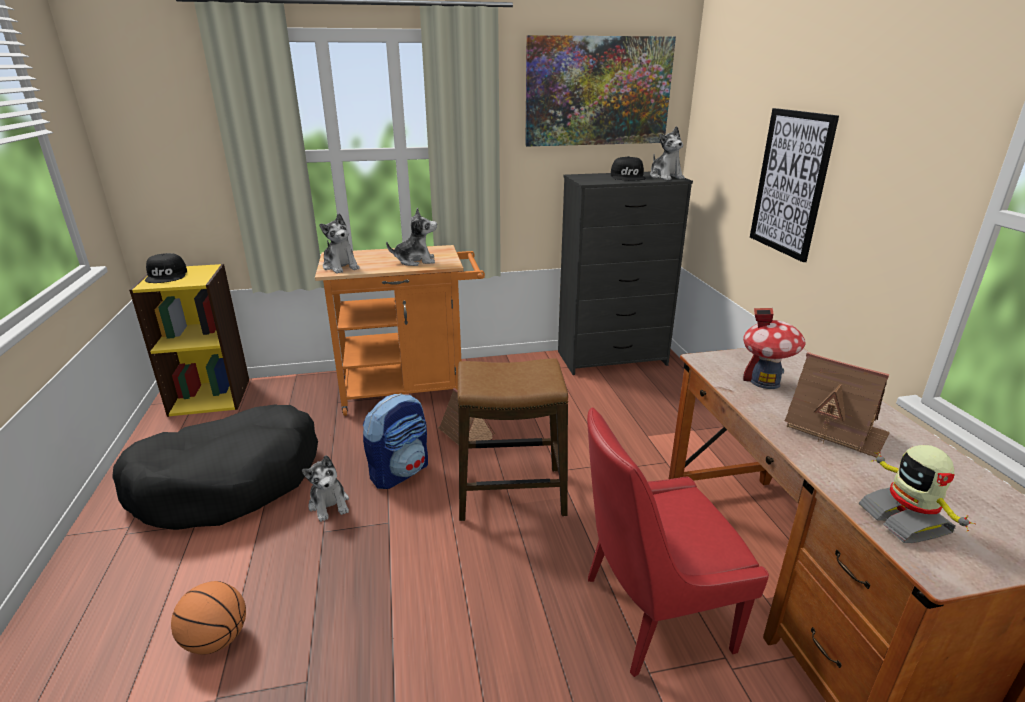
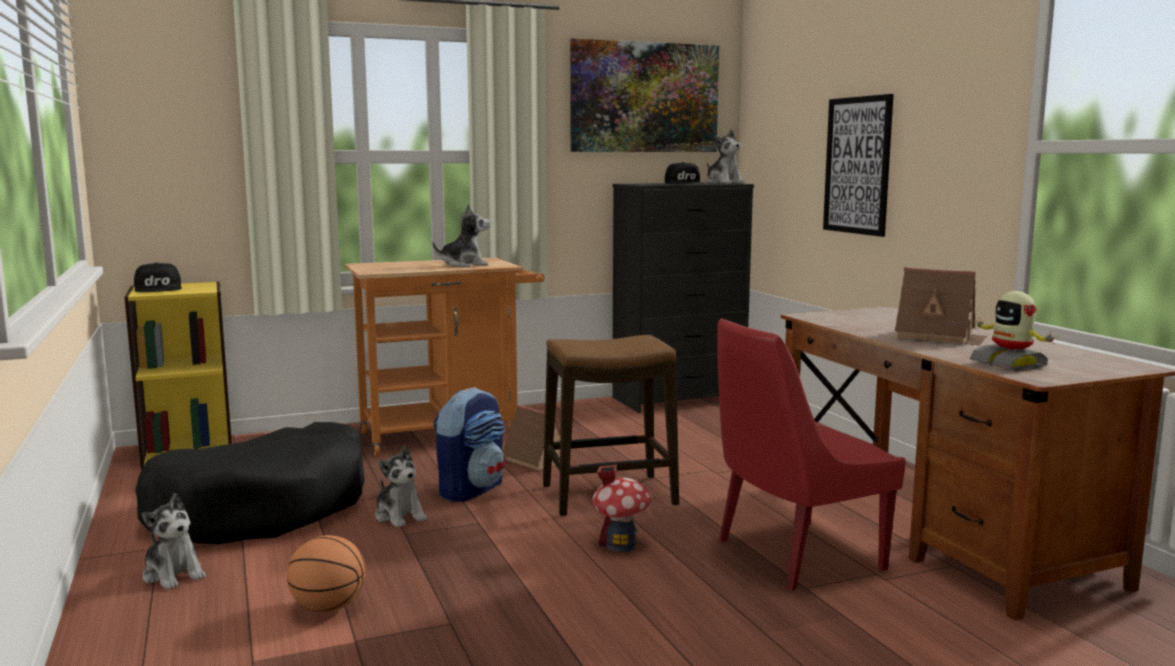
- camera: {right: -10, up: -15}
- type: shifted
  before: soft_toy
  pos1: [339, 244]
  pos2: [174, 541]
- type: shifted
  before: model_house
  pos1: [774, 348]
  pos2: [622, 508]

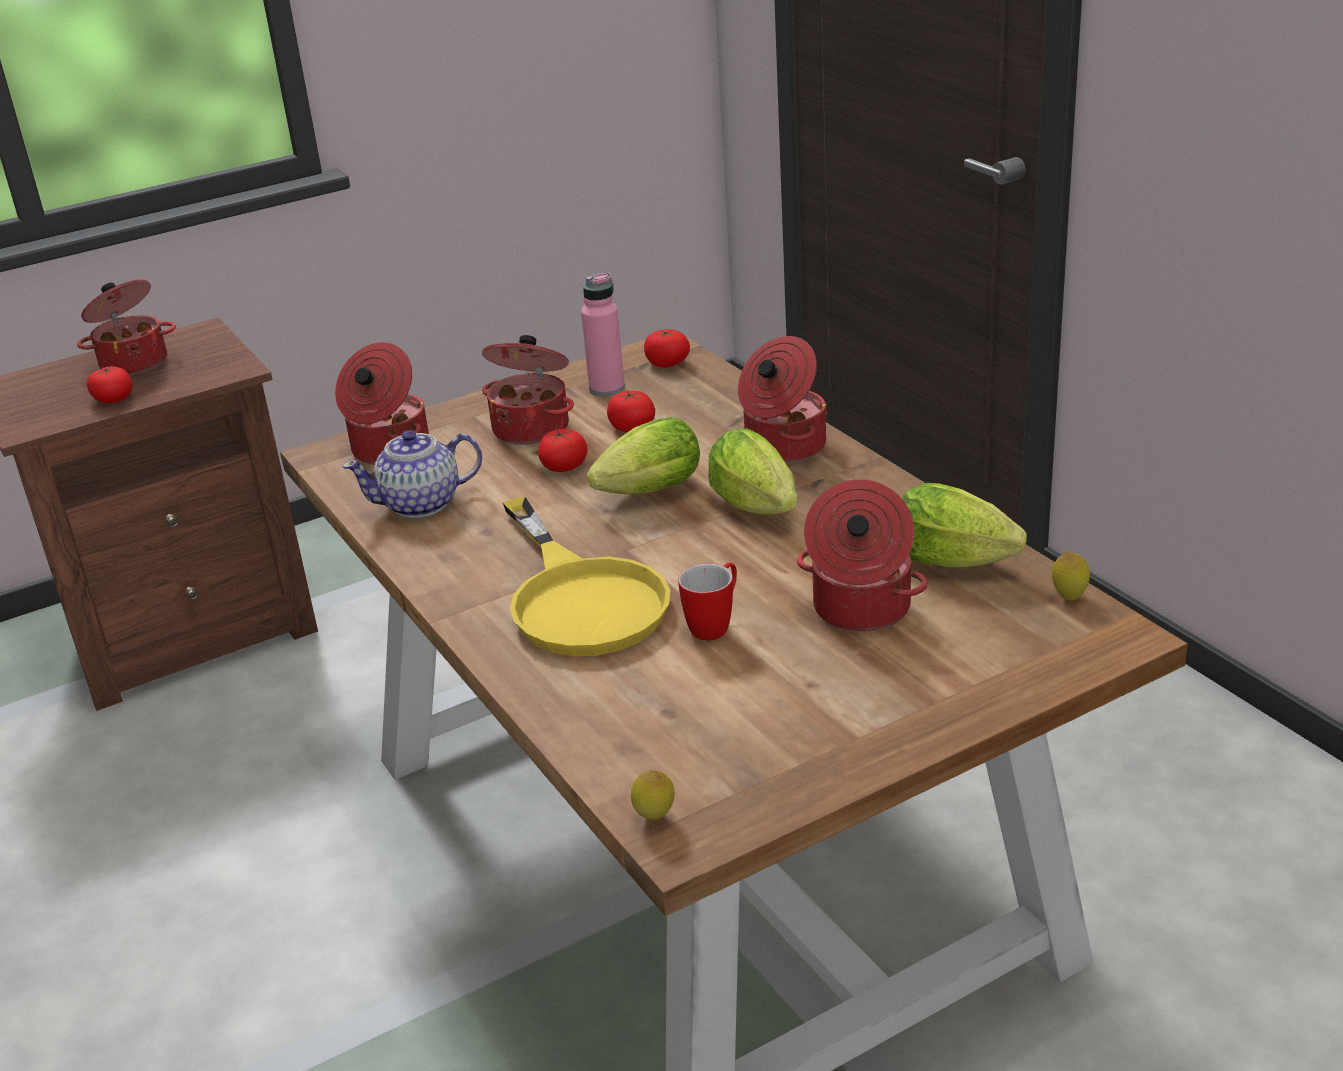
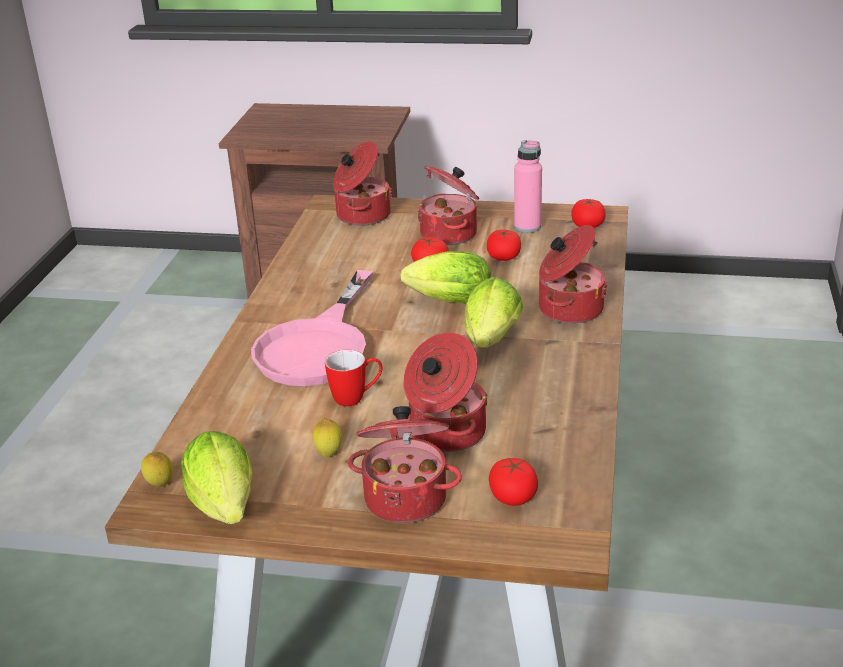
- camera: {right: 40, up: 0}
- type: shifted
  before: lettuce_head
  pos1: [964, 525]
  pos2: [216, 477]
- type: repainted
  before: yellow-coloured_pan
  after: pink_pan
  pos1: [586, 576]
  pos2: [312, 328]
- type: shifted
  before: citrus_fruit
  pos1: [1071, 576]
  pos2: [327, 437]
- type: shifted
  before: saucepot
  pos1: [126, 327]
  pos2: [405, 464]
- type: shifted
  before: whole_tomato
  pos1: [109, 384]
  pos2: [513, 482]
- type: gone
  before: tea_pot
  pos1: [412, 474]

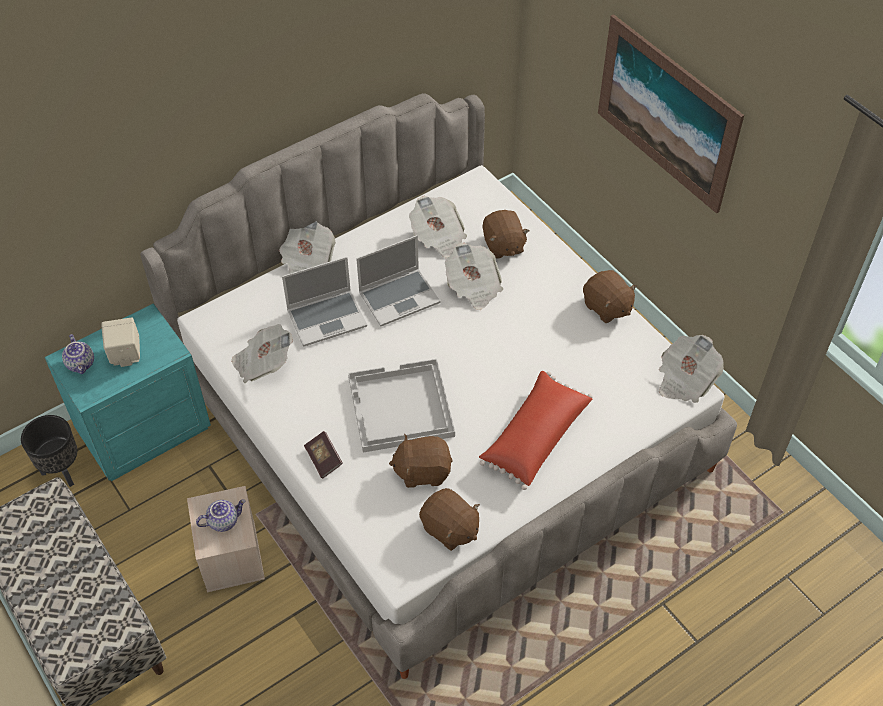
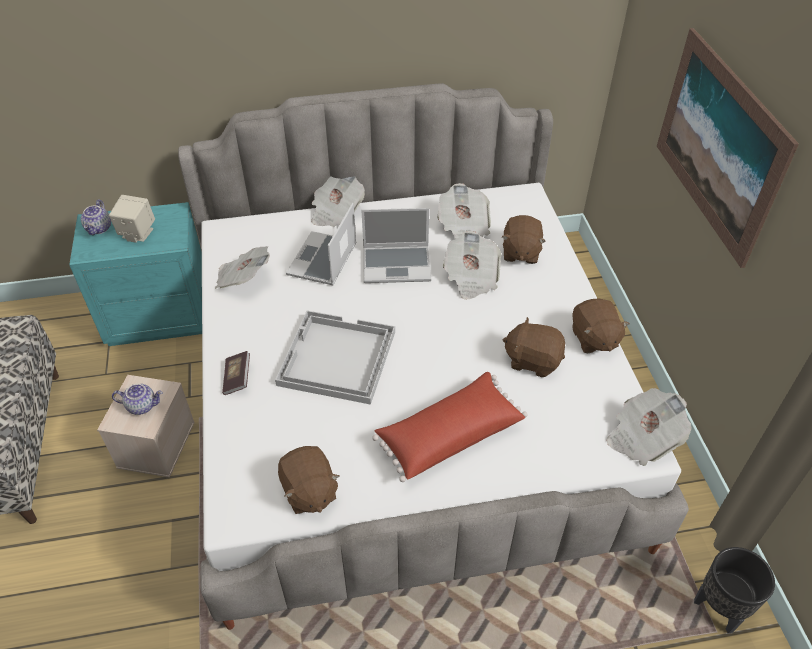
- camera: {right: 25, up: -5}
- type: rotated
  before: laptop
  pos1: [324, 302]
  pos2: [321, 244]
  turn: 105
- type: shifted
  before: brownish_soft_toy
  pos1: [421, 461]
  pos2: [533, 347]
- type: shifted
  before: black_plant_pot
  pos1: [49, 451]
  pos2: [734, 590]

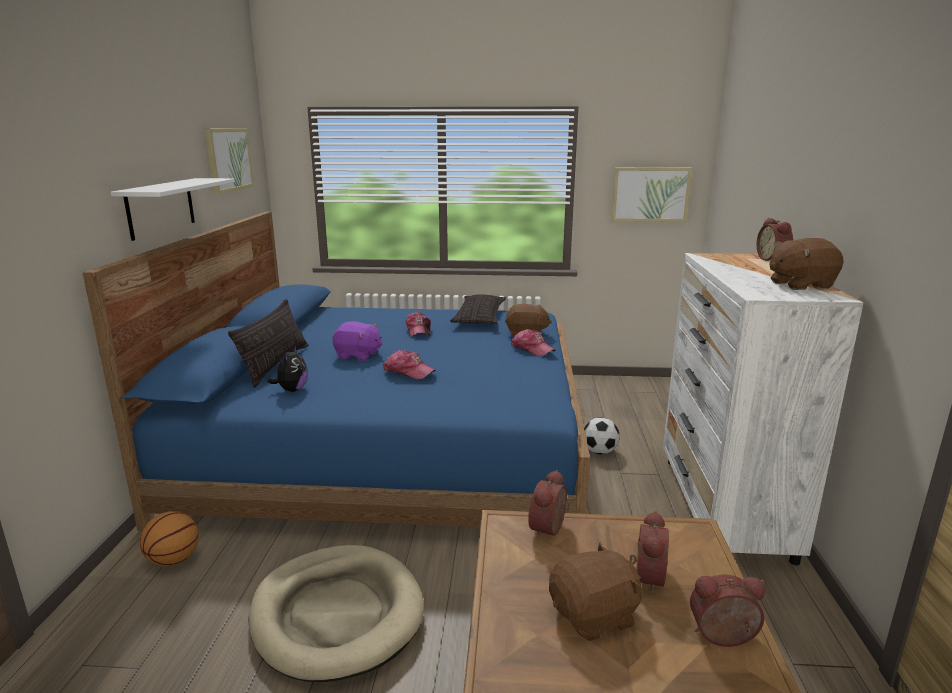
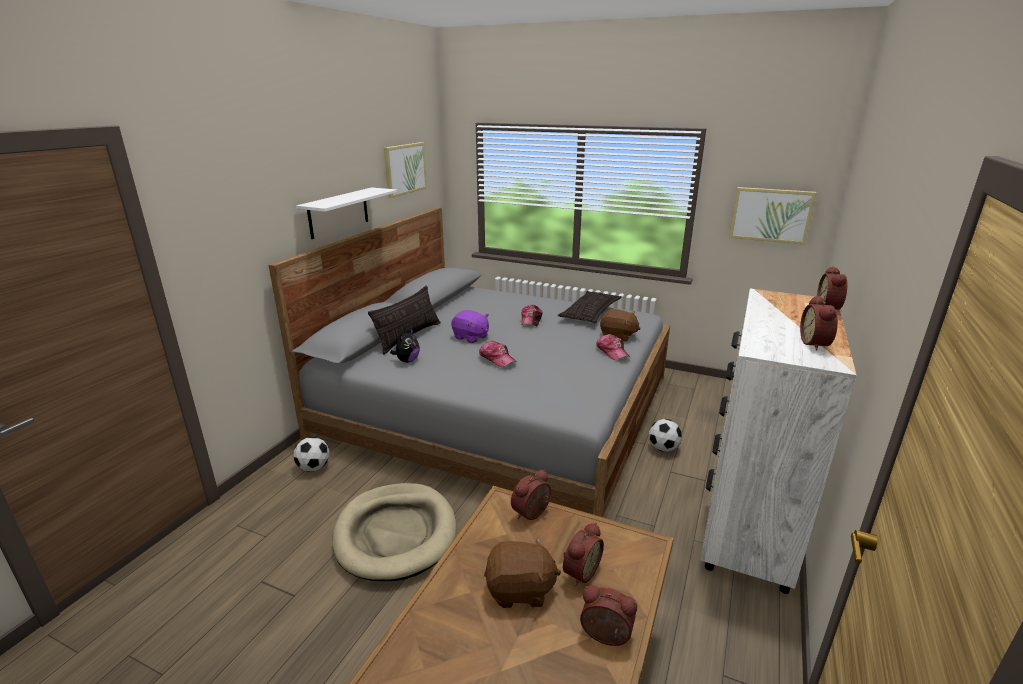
- camera: {right: 20, up: 5}
- type: repainted
  before: bluish_sleeping_bed
  after: grey_sleeping_bed
  pos1: [336, 371]
  pos2: [469, 362]
- type: swapped
  before: basketball
  after: football_ball
  pos1: [169, 538]
  pos2: [311, 454]
- type: swapped
  before: brownish_soft_toy
  after: table_clock
  pos1: [806, 264]
  pos2: [819, 323]

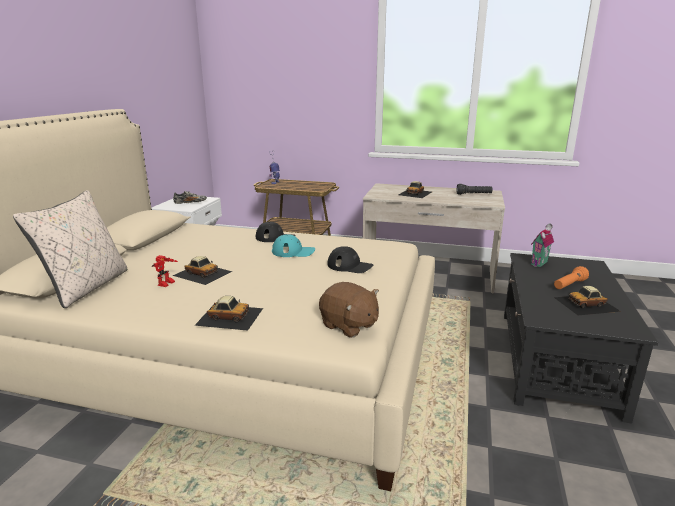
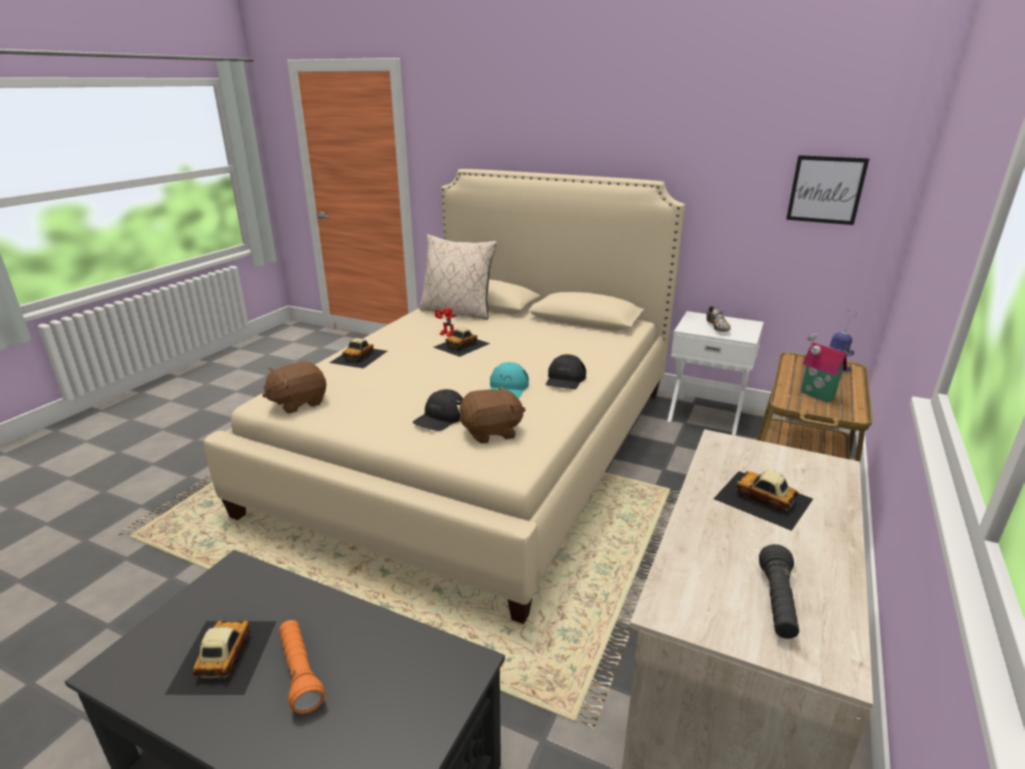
- camera: {right: 100, up: 5}
- type: new
  after: brownish_soft_toy
  pos2: [492, 414]
- type: new
  after: wall_art
  pos2: [827, 190]
- type: shifted
  before: model_house
  pos1: [542, 245]
  pos2: [824, 367]

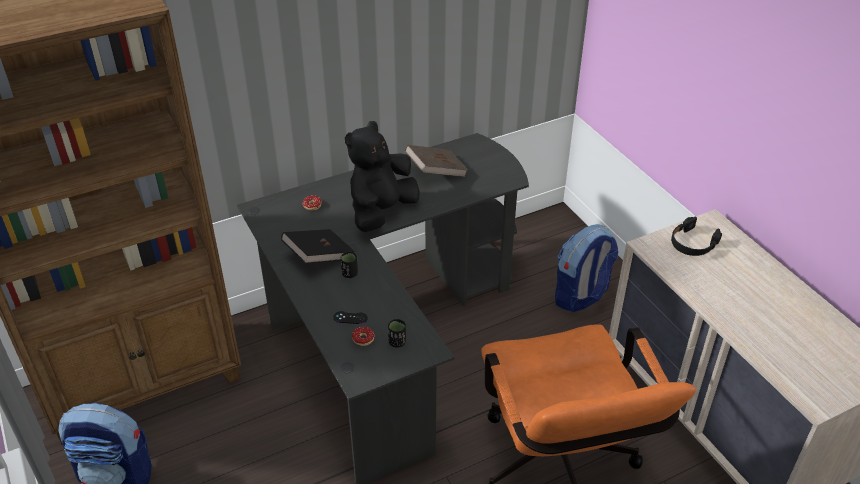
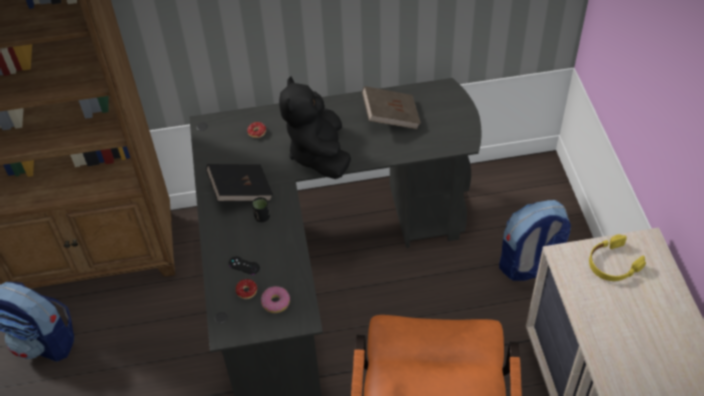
- camera: {right: 20, up: 10}
- type: swapped
  before: black_small_cup
  after: doughnut
  pos1: [397, 333]
  pos2: [275, 299]
- type: rotated
  before: black_soft_toy
  pos1: [382, 176]
  pos2: [315, 127]
  turn: -60
- type: repainted
  before: black_pair_of_headphones
  after: yellow-coloured_pair_of_headphones
  pos1: [696, 236]
  pos2: [617, 257]

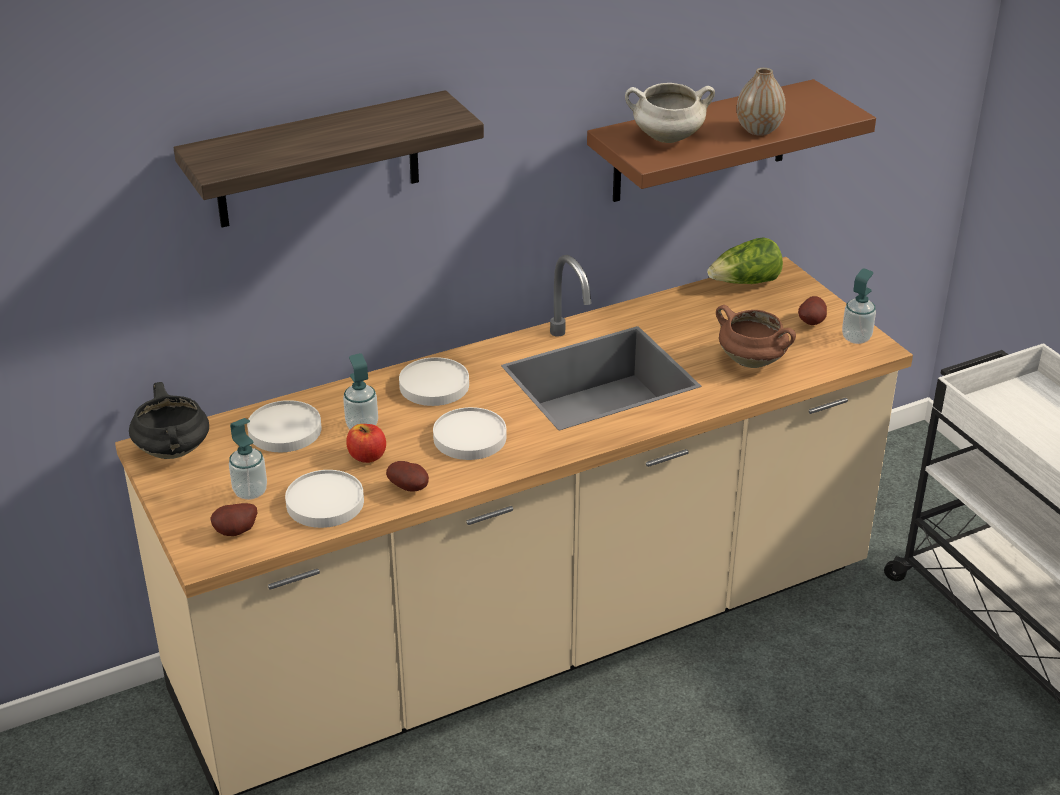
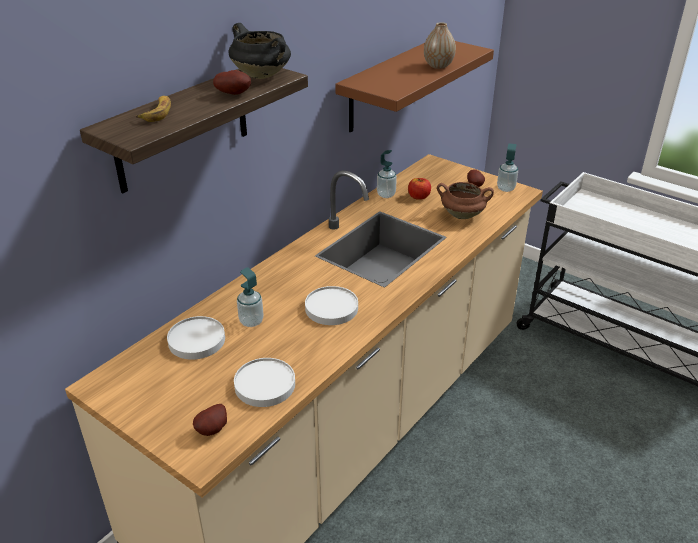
- camera: {right: -25, up: 0}
- type: new
  after: banana
  pos2: [153, 109]
- type: shifted
  before: potato
  pos1: [407, 476]
  pos2: [232, 82]
- type: shifted
  before: black_saucepot
  pos1: [169, 420]
  pos2: [260, 51]
- type: shifted
  before: soap_bottle
  pos1: [248, 459]
  pos2: [387, 174]
- type: shifted
  before: apple_fruit
  pos1: [366, 443]
  pos2: [419, 189]
- type: gone
  before: whitish_plate
  pos1: [434, 381]
- type: gone
  before: whitish_saucepot
  pos1: [670, 113]
- type: gone
  before: lettuce_head
  pos1: [745, 260]

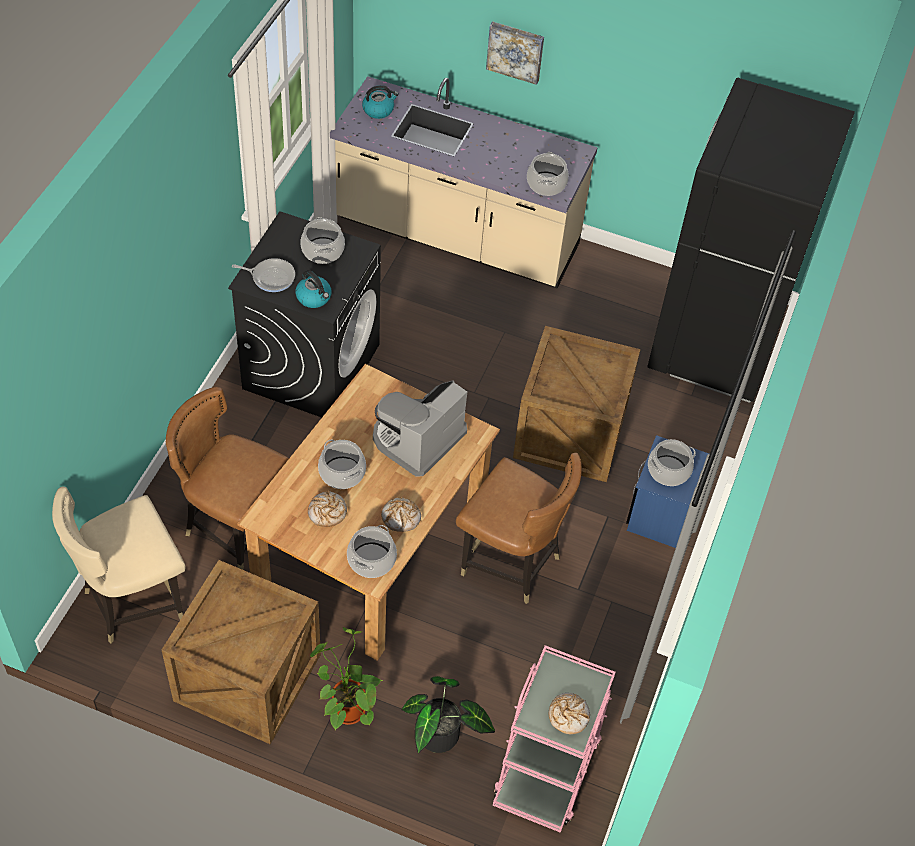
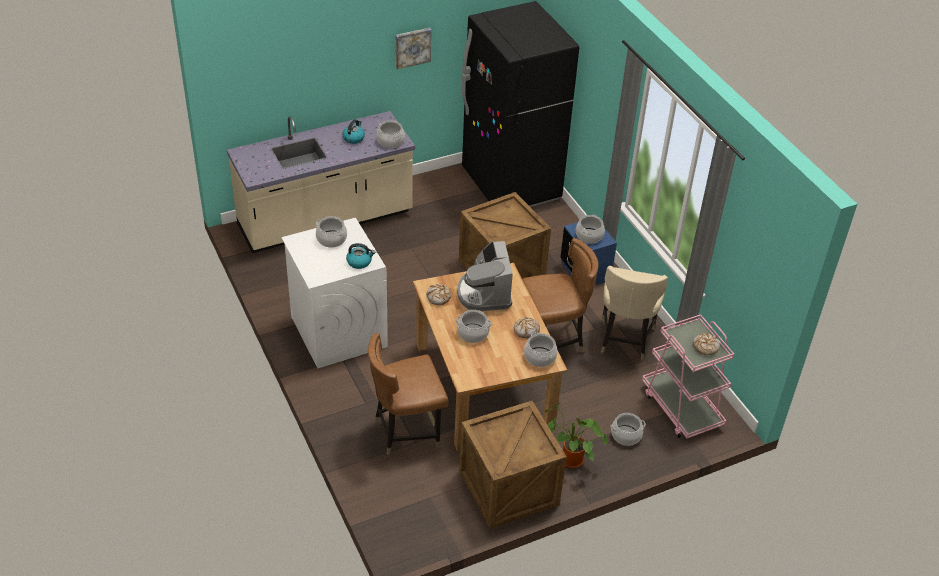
- camera: {right: -45, up: -10}
- type: repainted
  before: black_laundry_appliance
  after: whitish_laundry_appliance
  pos1: [304, 314]
  pos2: [334, 293]
- type: shifted
  before: tea_kettle
  pos1: [380, 102]
  pos2: [353, 131]
- type: shifted
  before: wall_art
  pos1: [515, 53]
  pos2: [413, 48]
- type: shifted
  before: bakery_bread
  pos1: [327, 509]
  pos2: [439, 294]
- type: shifted
  before: beige_chair
  pos1: [118, 565]
  pos2: [634, 313]
- type: swapped
  before: houseplant
  after: saucepot
  pos1: [448, 714]
  pos2: [628, 429]
- type: gone
  before: pan
  pos1: [263, 275]

